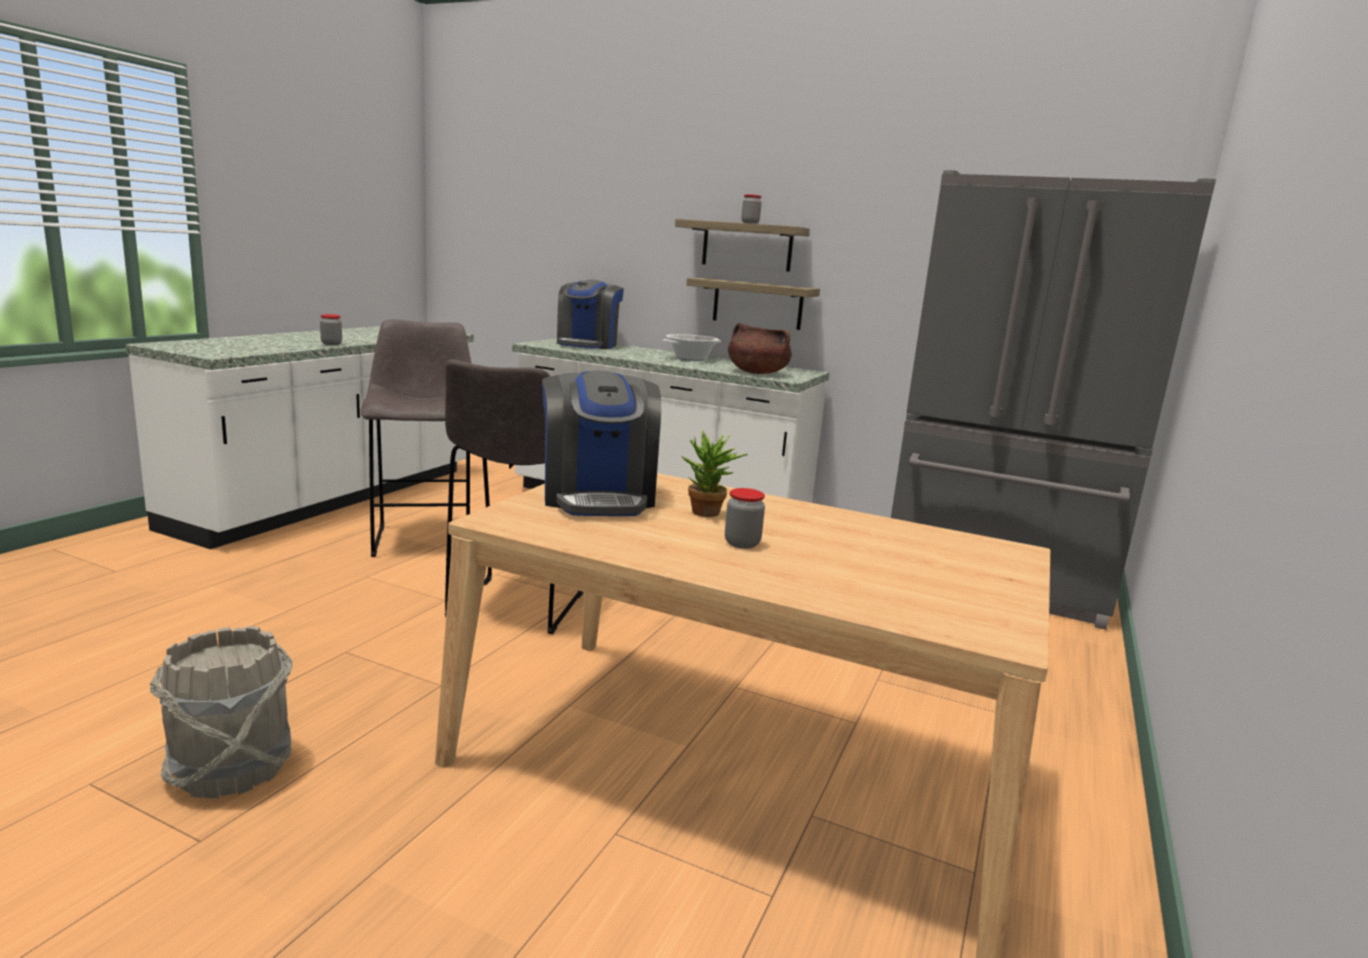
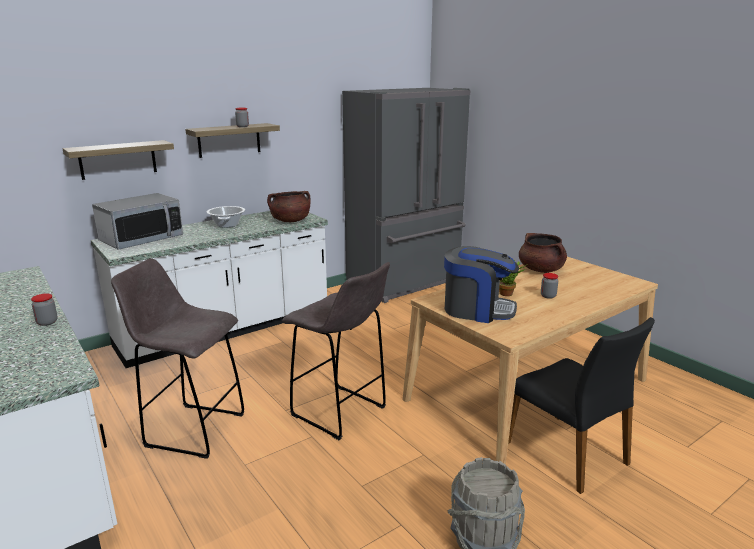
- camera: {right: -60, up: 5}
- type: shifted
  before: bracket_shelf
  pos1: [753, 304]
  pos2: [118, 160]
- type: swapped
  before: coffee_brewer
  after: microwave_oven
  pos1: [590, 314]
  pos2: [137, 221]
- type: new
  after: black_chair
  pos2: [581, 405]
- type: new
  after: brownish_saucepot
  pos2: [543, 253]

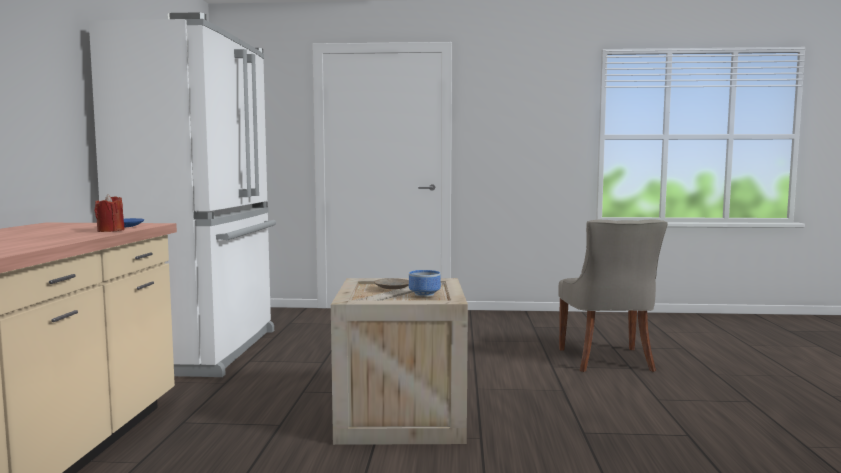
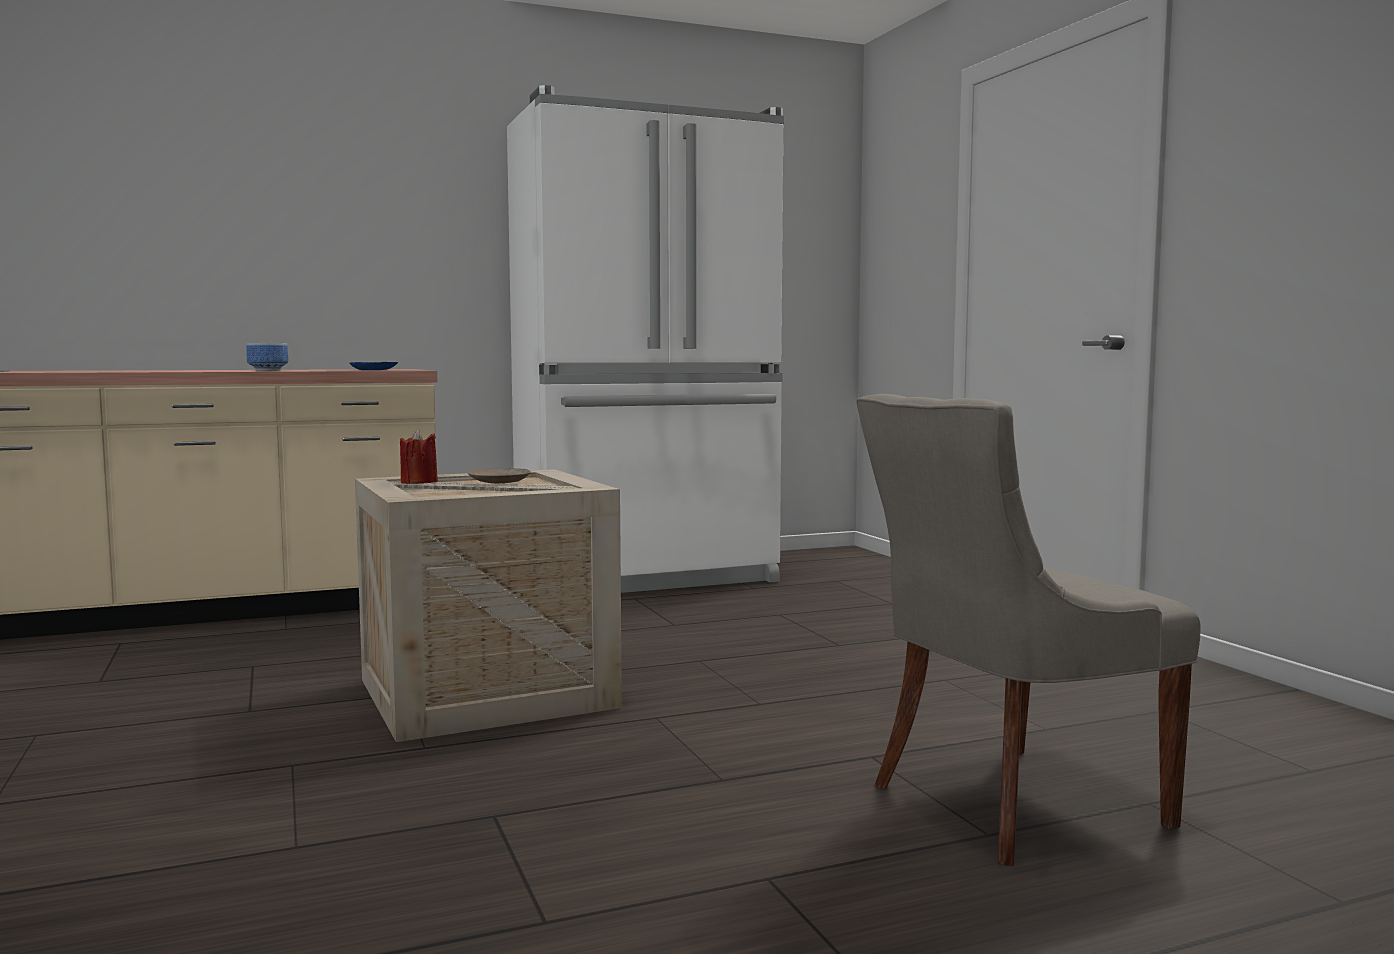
- camera: {right: 65, up: 0}
- type: shifted
  before: bowl
  pos1: [425, 283]
  pos2: [267, 357]
- type: shifted
  before: reddish_candle
  pos1: [109, 213]
  pos2: [419, 456]

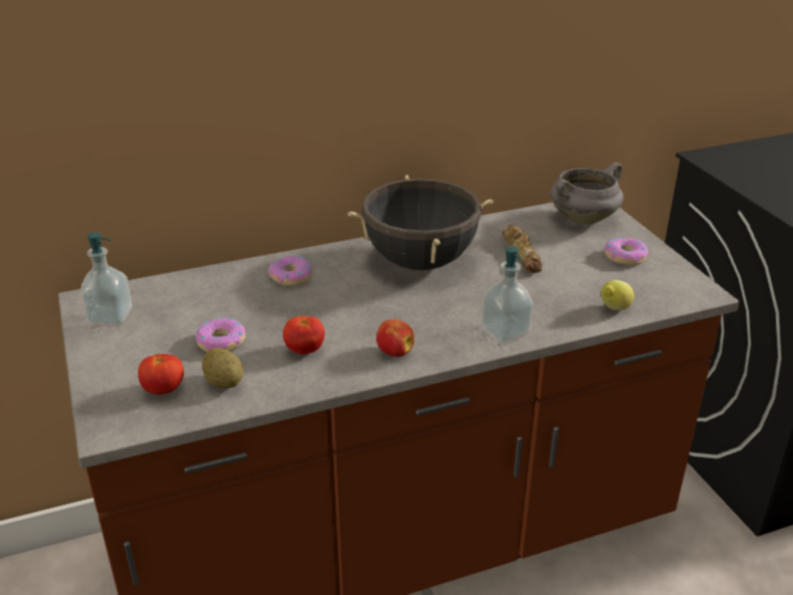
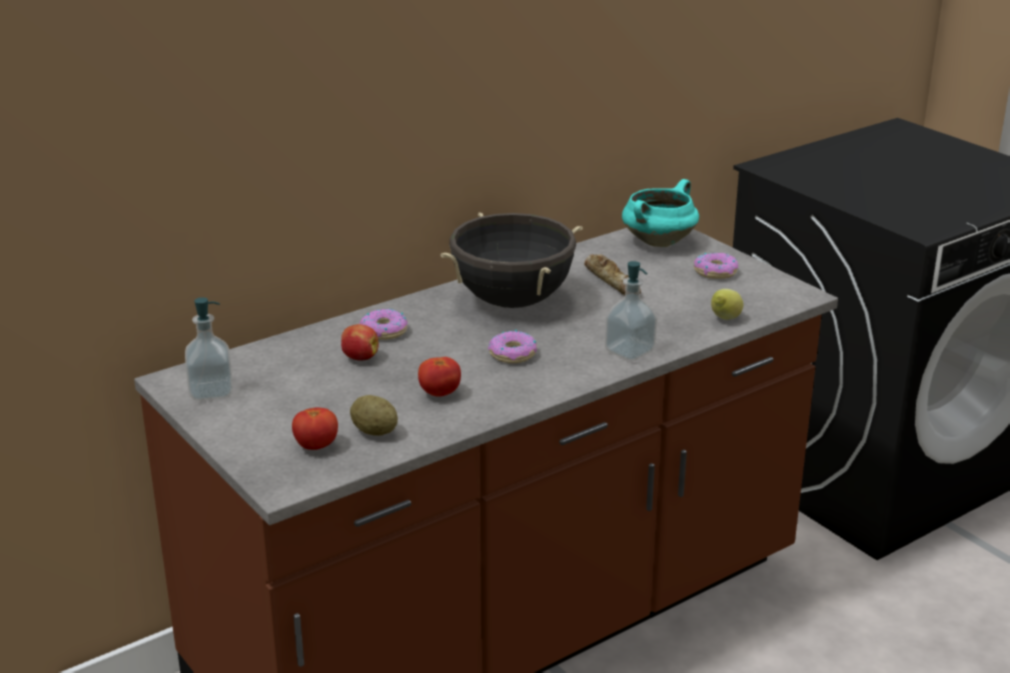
- camera: {right: -15, up: -5}
- type: shifted
  before: apple_fruit
  pos1: [395, 338]
  pos2: [360, 342]
- type: shifted
  before: doughnut
  pos1: [220, 334]
  pos2: [512, 346]
- type: repainted
  before: grey_saucepot
  after: turquoise_saucepot
  pos1: [587, 193]
  pos2: [660, 213]

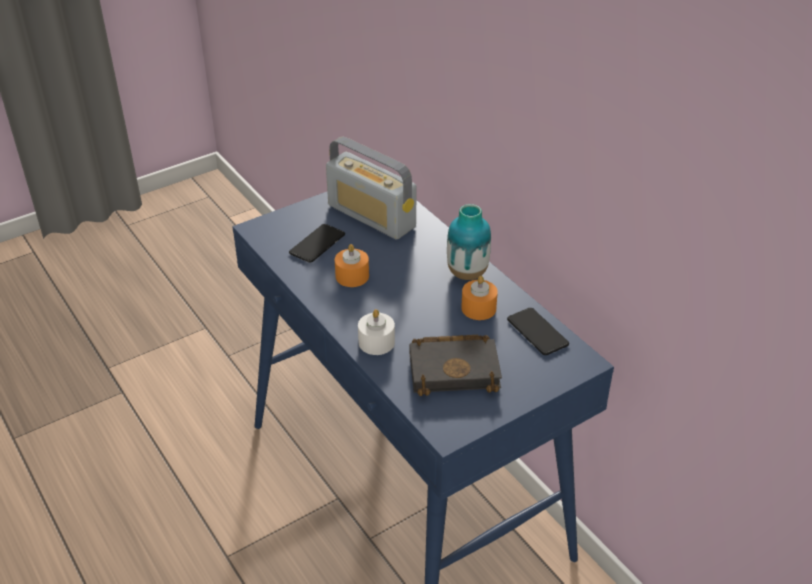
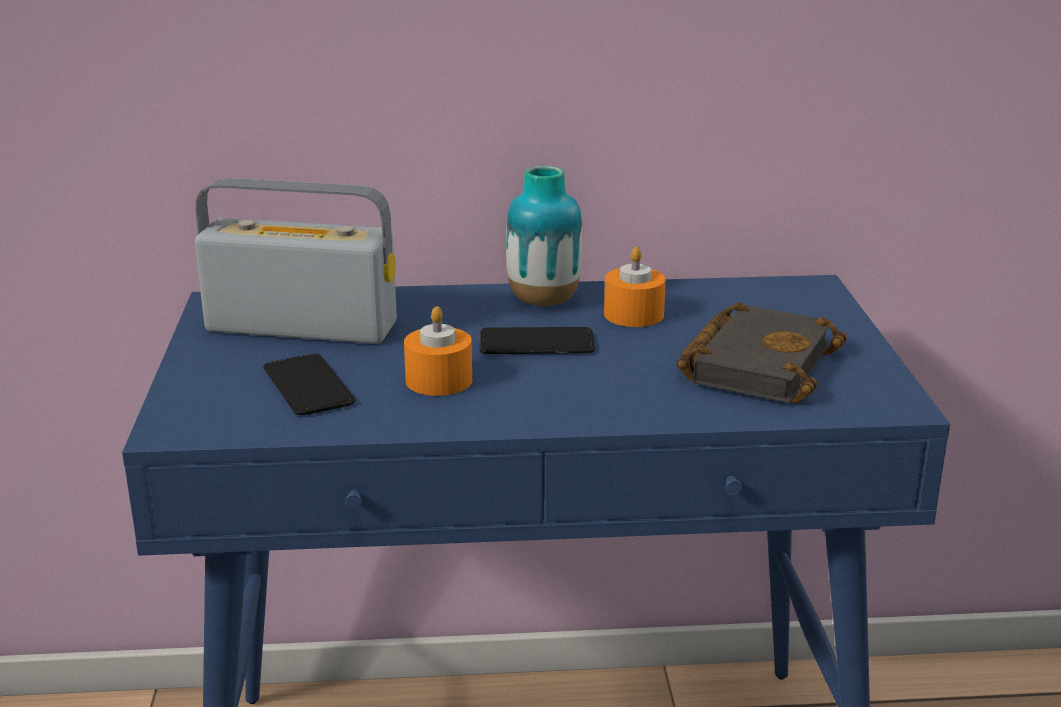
- camera: {right: -60, up: -15}
- type: rotated
  before: radio
  pos1: [371, 188]
  pos2: [296, 261]
  turn: -150
- type: shifted
  before: telephone
  pos1: [538, 331]
  pos2: [537, 340]
- type: gone
  before: whitish_candle
  pos1: [376, 332]

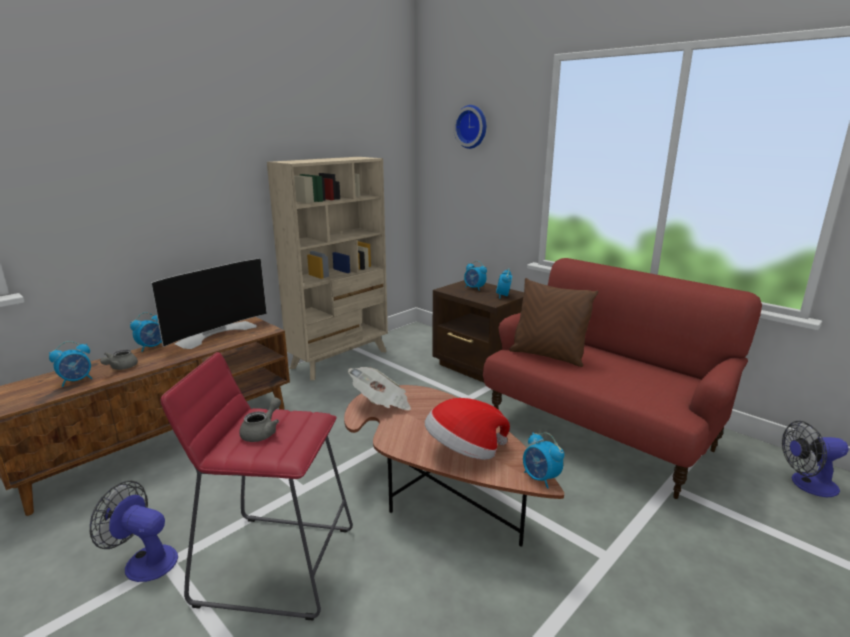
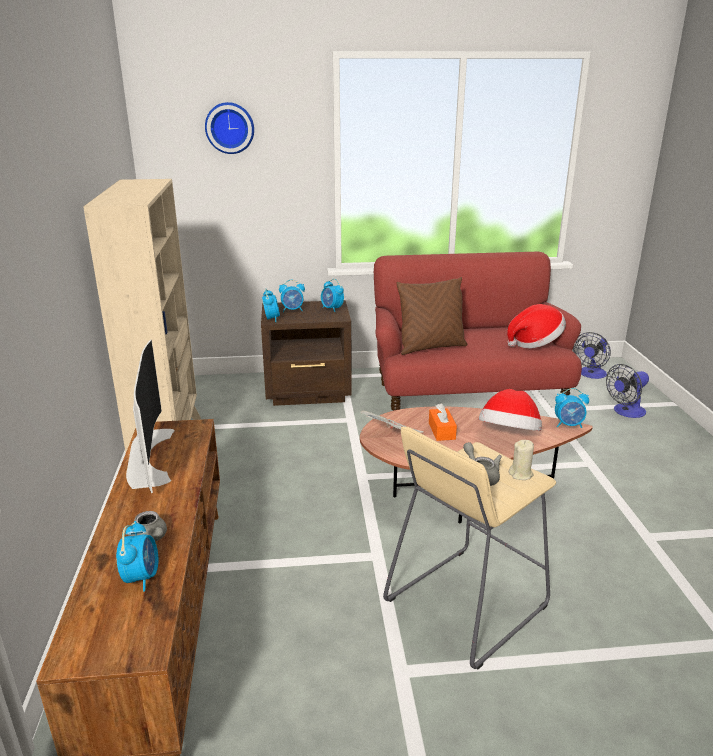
- camera: {right: -50, up: 5}
- type: shifted
  before: table_clock
  pos1: [146, 332]
  pos2: [271, 305]
- type: repainted
  before: reddish_sitting_stool
  after: beige_sitting_stool
  pos1: [257, 486]
  pos2: [469, 547]
- type: new
  after: orange_tissue_holder
  pos2: [443, 422]
- type: new
  after: wearable_hat
  pos2: [536, 326]
- type: new
  after: beige_candle
  pos2: [521, 460]
- type: shifted
  before: electric_fan
  pos1: [134, 531]
  pos2: [627, 391]

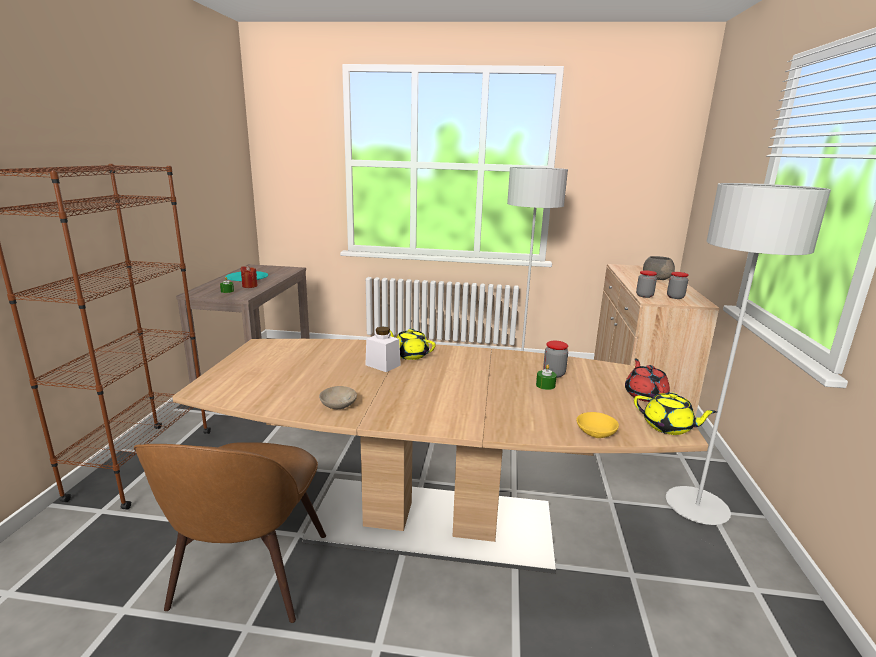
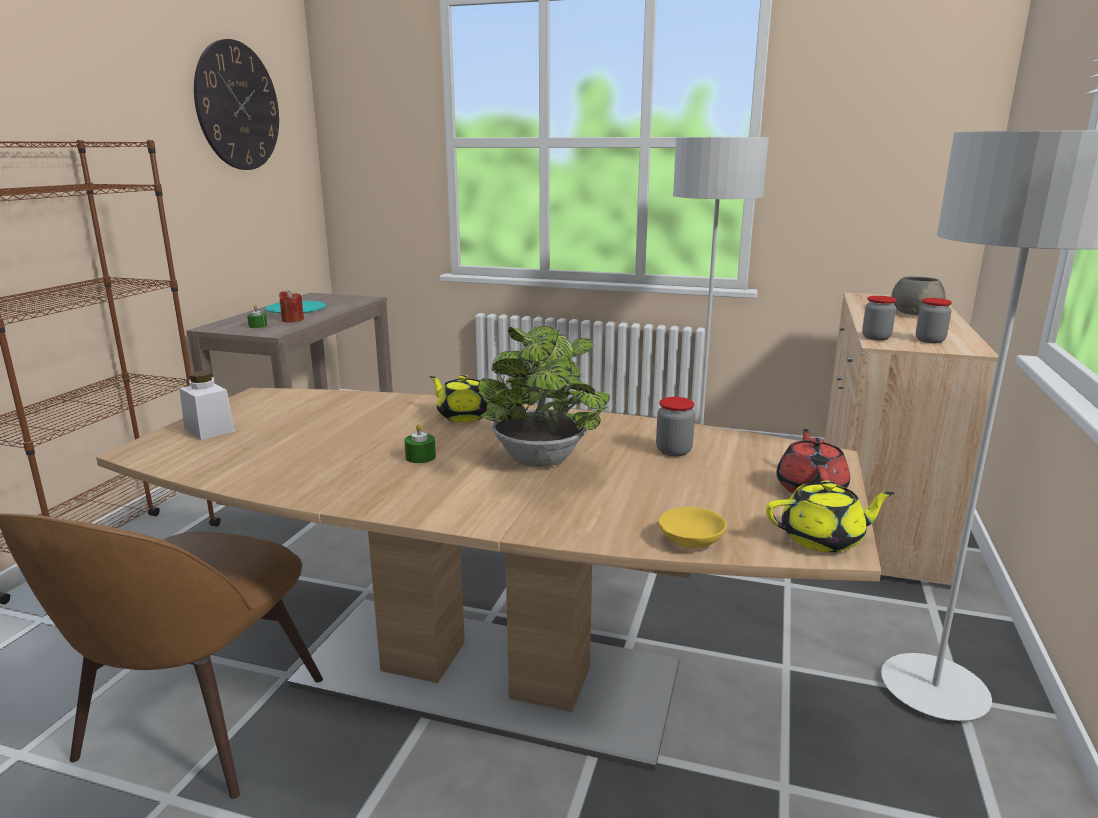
- camera: {right: 10, up: 0}
- type: shifted
  before: whitish_storage_jar
  pos1: [383, 349]
  pos2: [207, 405]
- type: new
  after: wall_clock
  pos2: [236, 104]
- type: shifted
  before: greenish_candle
  pos1: [546, 377]
  pos2: [420, 443]
- type: new
  after: houseplant
  pos2: [544, 396]
- type: rotated
  before: yellow-coloured_tea_pot
  pos1: [675, 413]
  pos2: [830, 516]
  turn: -45
- type: gone
  before: beige_bowl
  pos1: [338, 397]

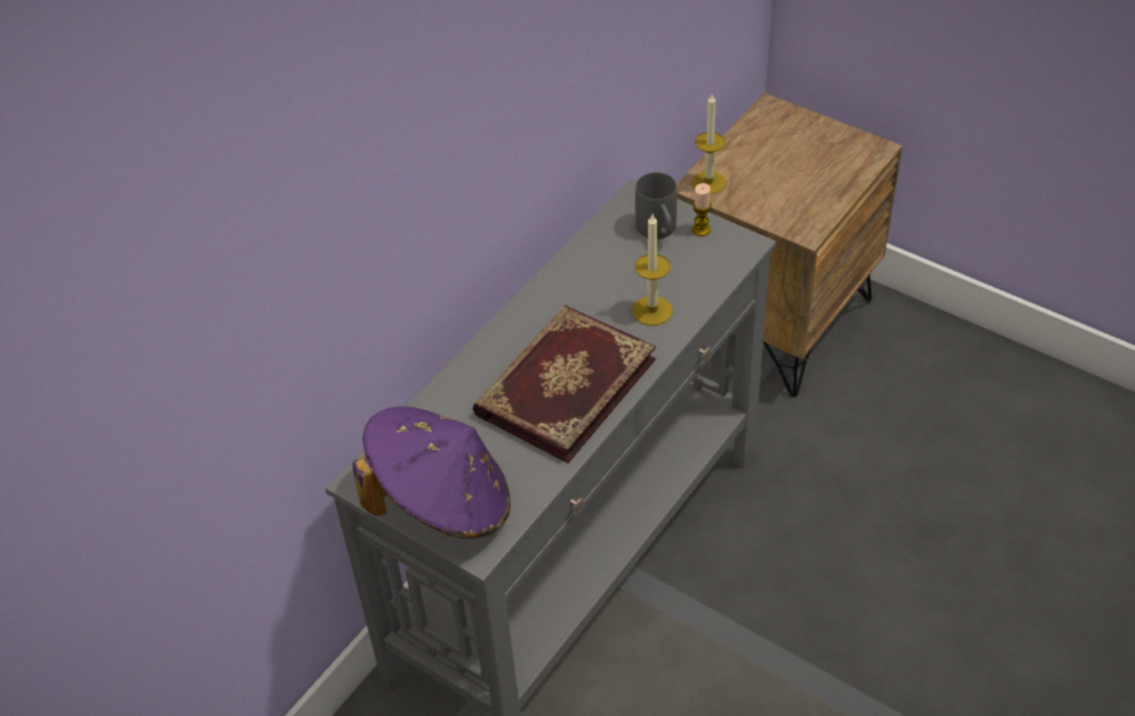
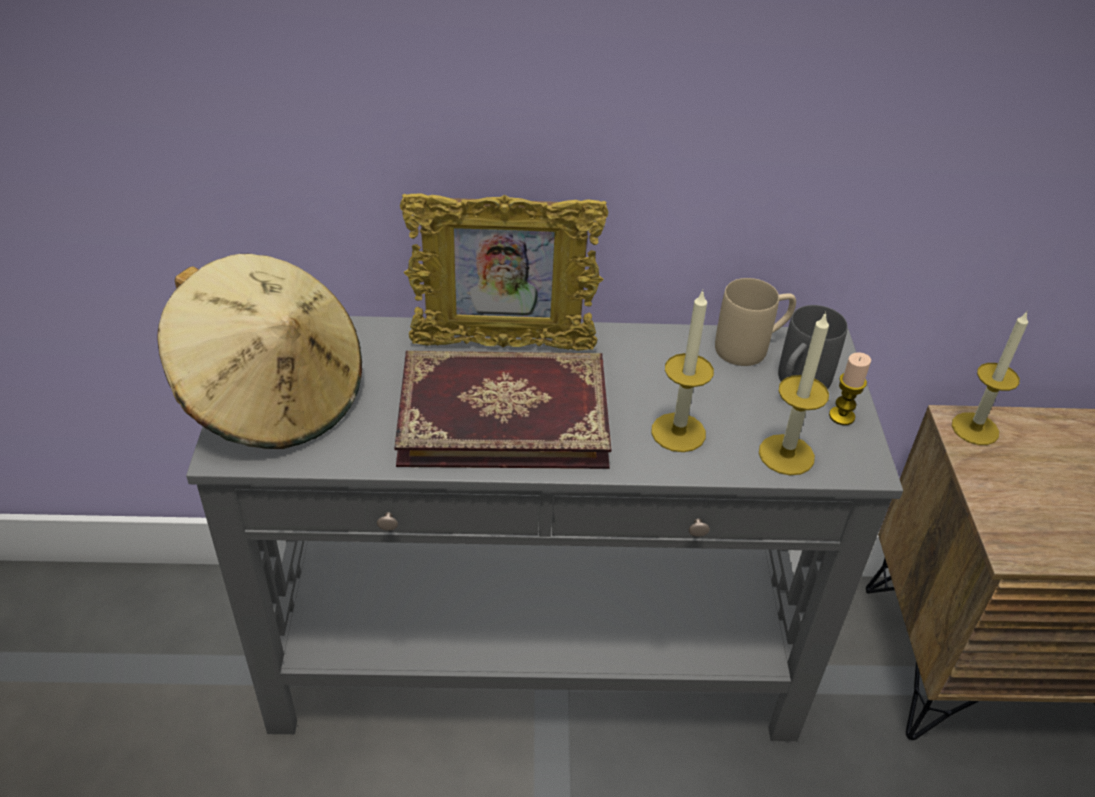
- camera: {right: 50, up: -5}
- type: repainted
  before: purple-coloured_wearable_hat
  after: beige_wearable_hat
  pos1: [431, 472]
  pos2: [260, 351]
- type: new
  after: photo_frame
  pos2: [504, 272]
- type: new
  after: beige_mug
  pos2: [755, 322]
- type: new
  after: candle
  pos2: [794, 393]

